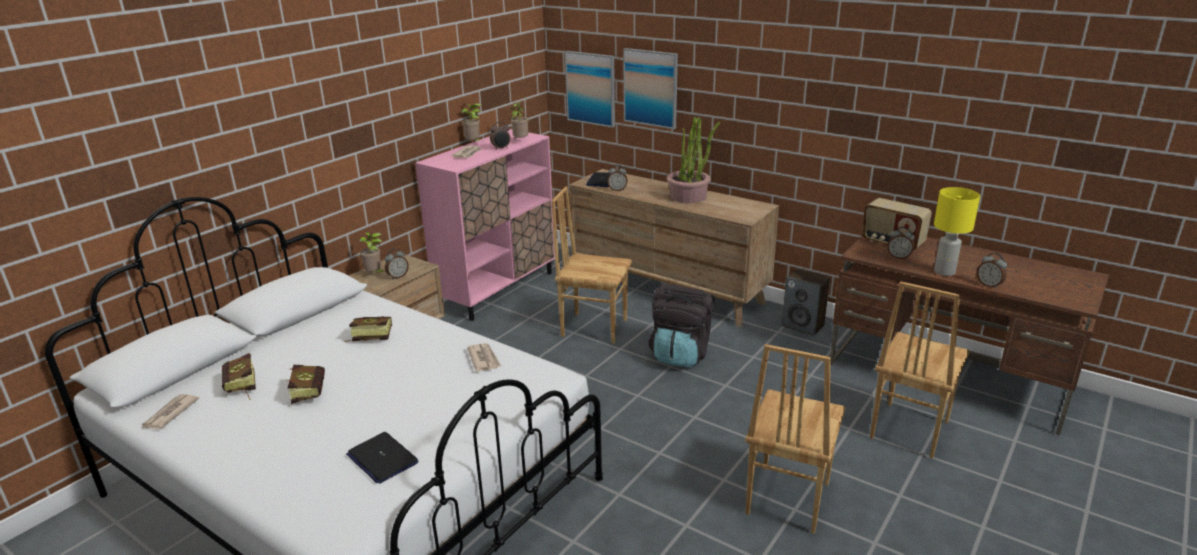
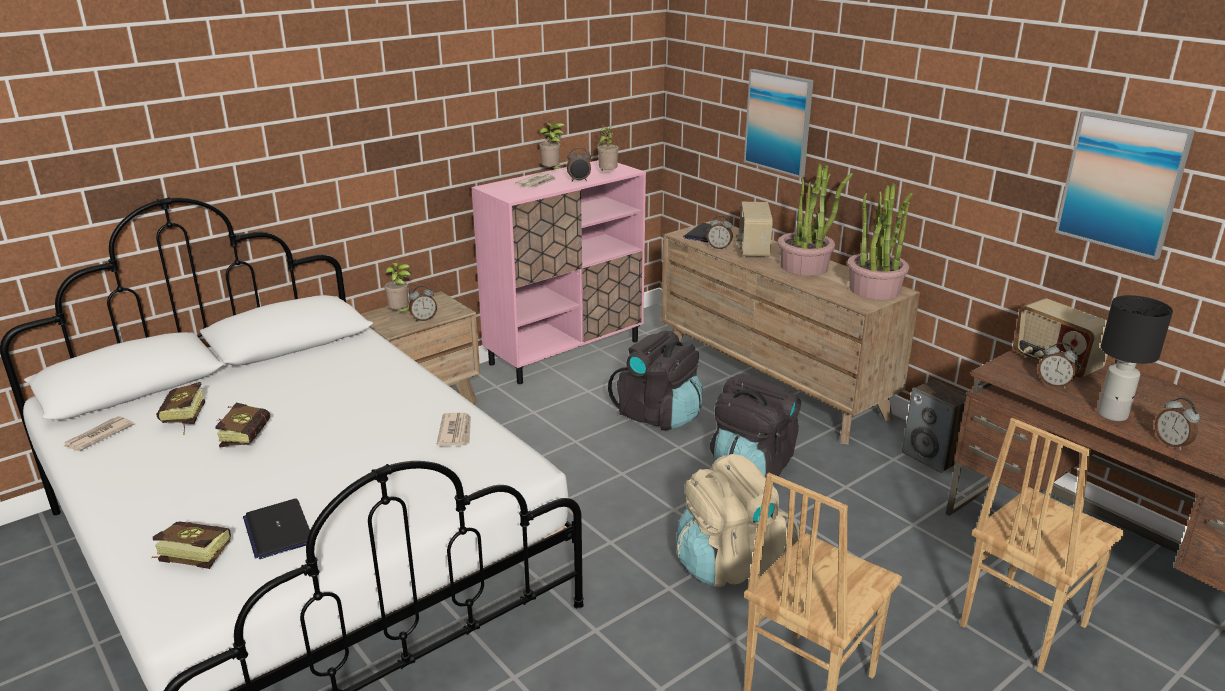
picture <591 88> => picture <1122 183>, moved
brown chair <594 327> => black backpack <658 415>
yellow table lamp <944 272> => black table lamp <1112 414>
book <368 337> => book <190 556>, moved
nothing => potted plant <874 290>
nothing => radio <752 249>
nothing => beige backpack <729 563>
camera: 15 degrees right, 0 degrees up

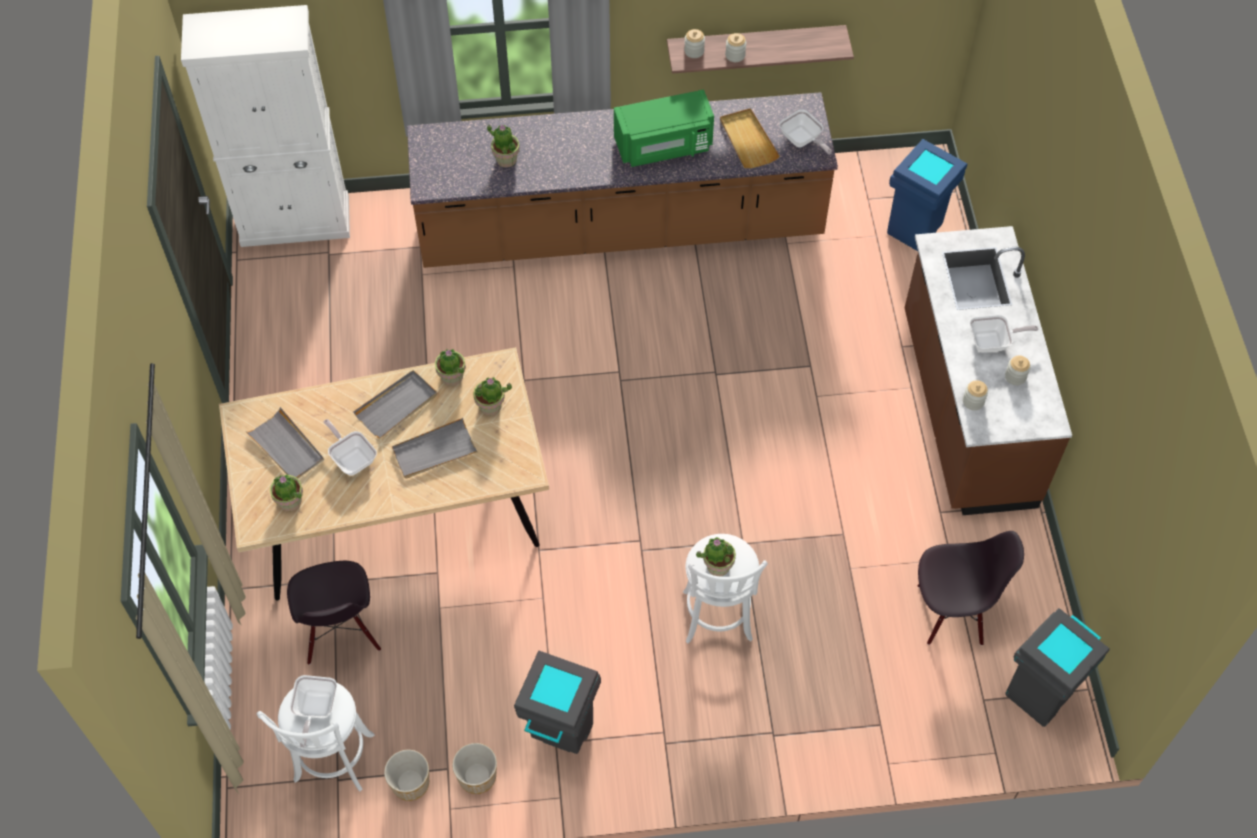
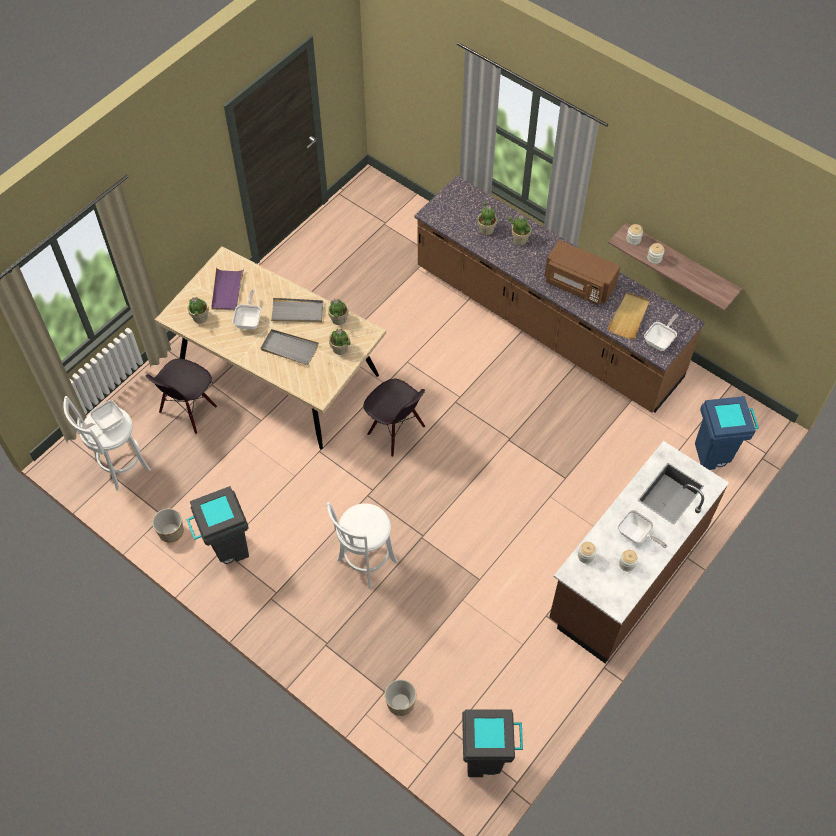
white cabinet <295 221> => nothing
green microwave <664 146> => brown microwave <578 285>
frying pan <802 141> => frying pan <660 340>, 150 degrees counterclockwise
grey tray <286 447> => purple tray <227 290>
black chair <950 613> => black chair <395 431>, moved
potted plant <717 566> => potted plant <520 239>, moved
planter <410 782> => planter <400 702>, moved
camera: 45 degrees right, 0 degrees up

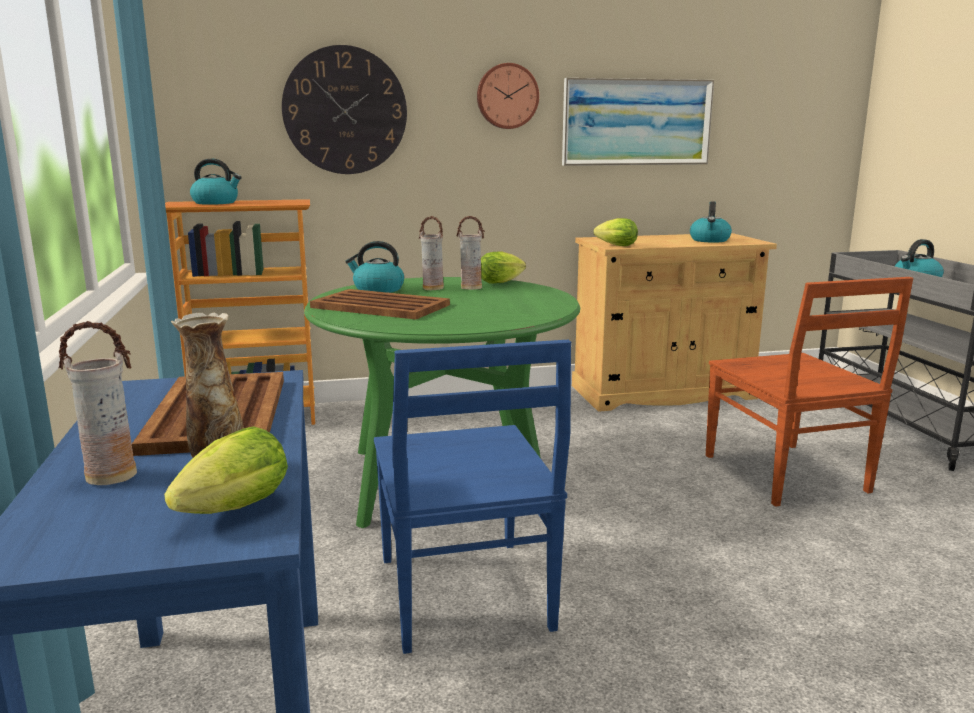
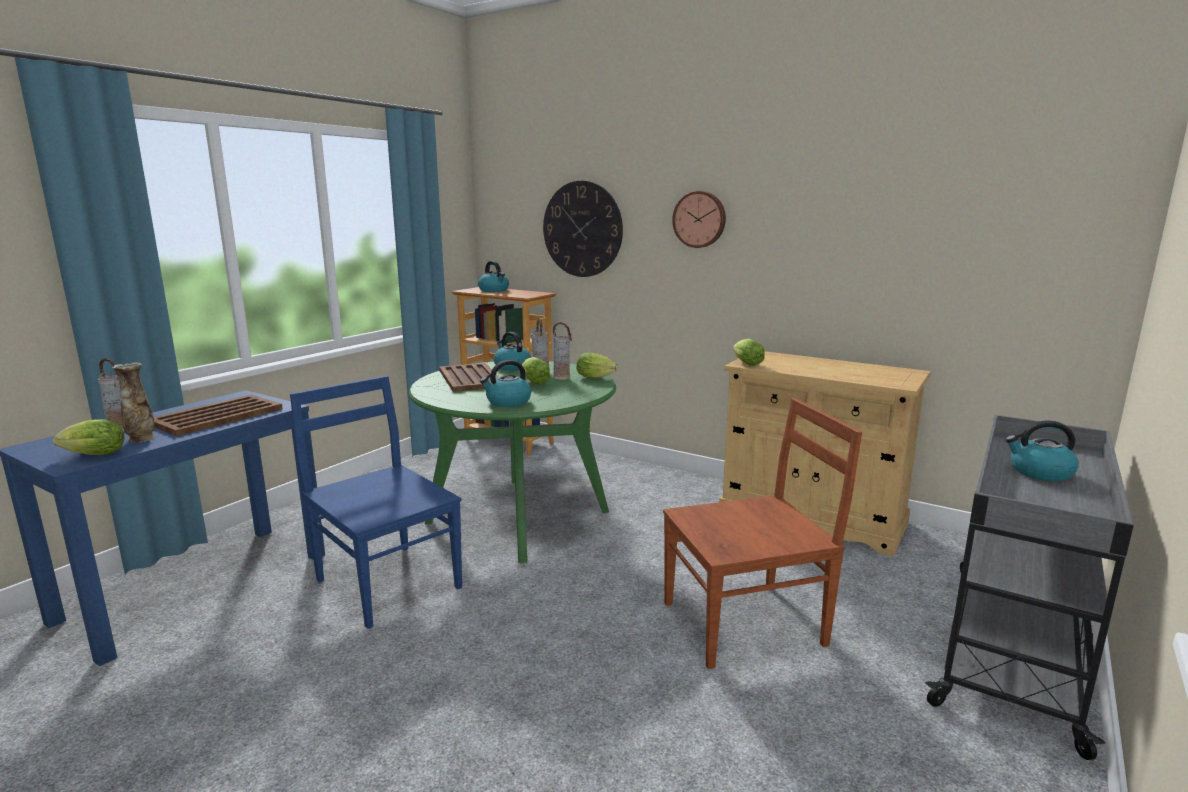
picture <636 122> => nothing
kettle <710 240> => kettle <508 402>, moved
brown chair <786 475> => brown chair <747 623>, 135 degrees counterclockwise
blue chair <464 595> => blue chair <387 582>, 105 degrees clockwise
nothing => lettuce <533 382>
camera: 45 degrees right, 0 degrees up

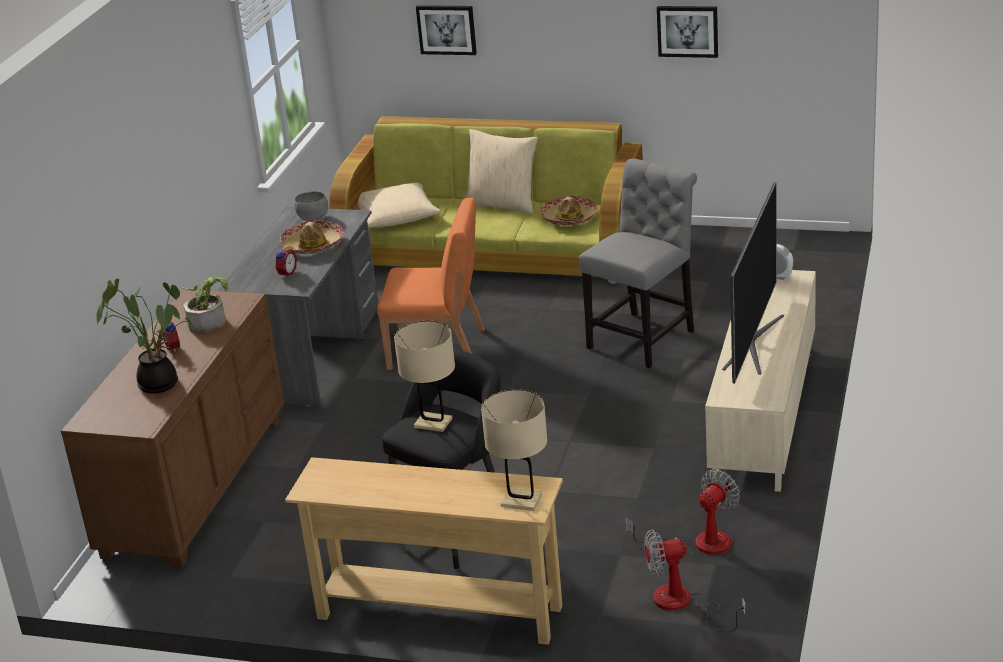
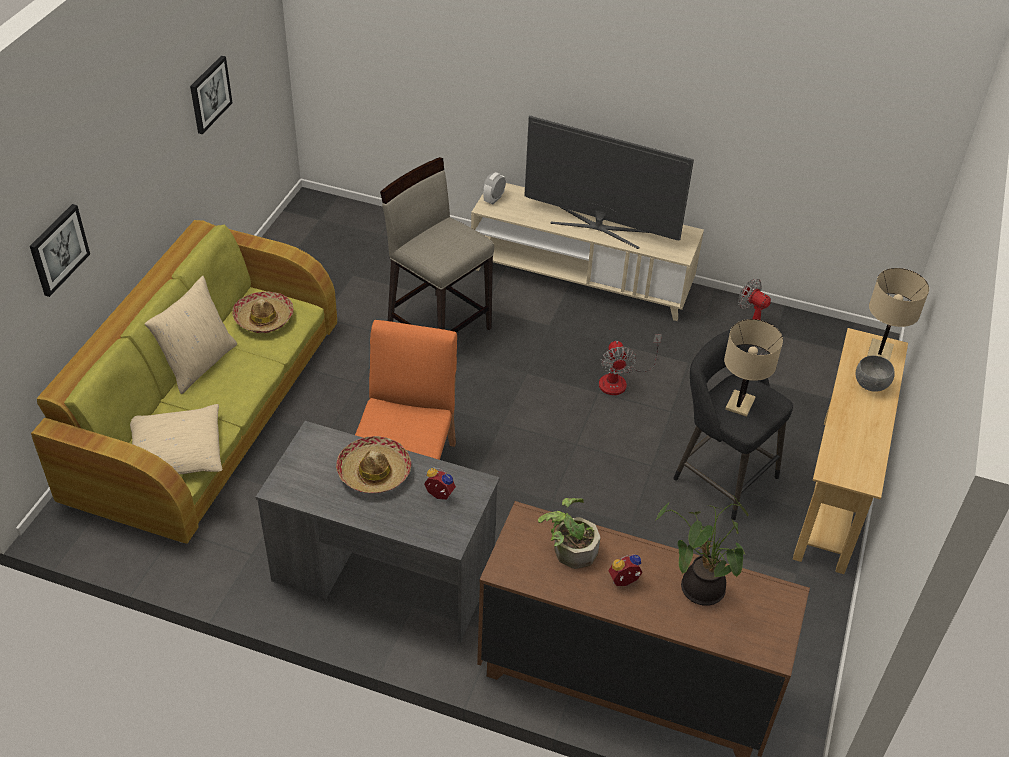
grey chair <644 337> => beige stool <439 326>
grey bowl <312 219> => grey bowl <871 385>, moved
fan <683 604> => fan <620 380>, moved
camera: 90 degrees left, 15 degrees up

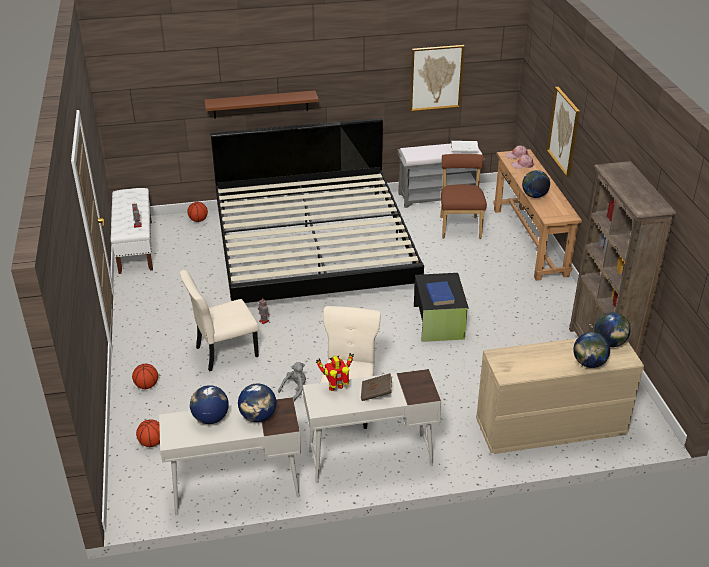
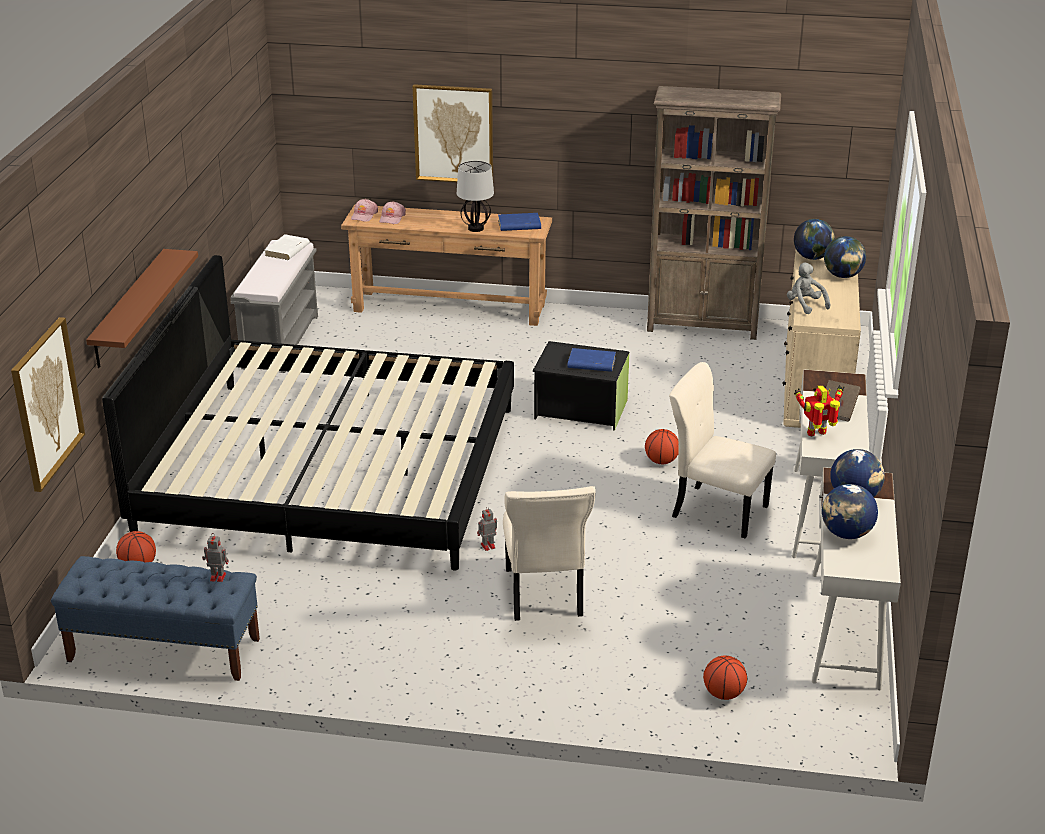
picture <436 78> => picture <46 403>, moved
brown chair <460 226> => nothing
globe <534 196> => table lamp <475 229>
white bench <135 246> => blue bench <163 650>
toy robot <336 388> => toy robot <817 434>, 75 degrees clockwise
grey plush toy <295 389> => grey plush toy <805 305>, moved
basketball <147 385> => basketball <661 461>, moved
nothing => blue book <519 225>
camera: 70 degrees left, 5 degrees down

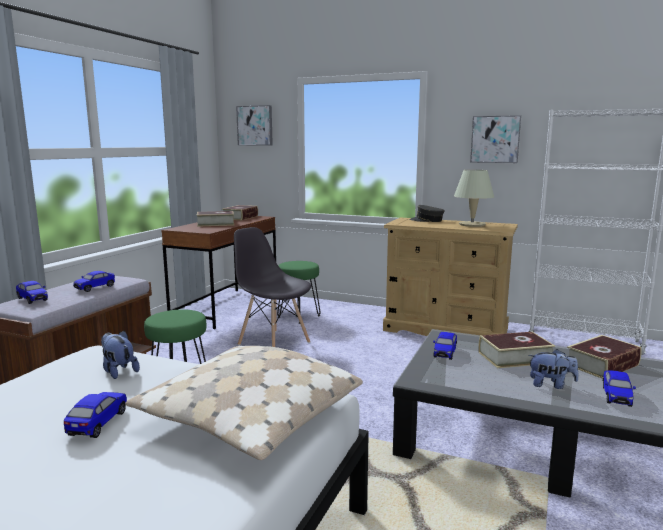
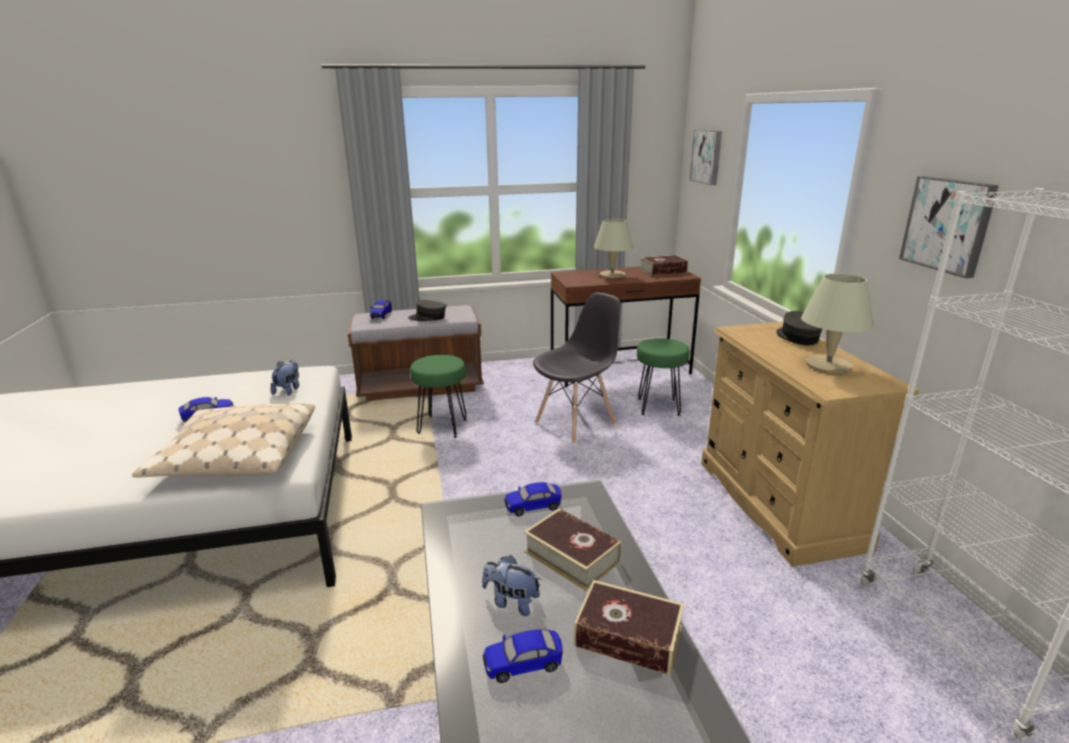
book <215 224> => beige table lamp <612 275>
grey chair <273 343> => grey chair <576 423>, 45 degrees clockwise
toy car <95 288> => grey cap <428 317>
plush toy <551 385> => plush toy <511 602>, 135 degrees clockwise
camera: 55 degrees right, 10 degrees up

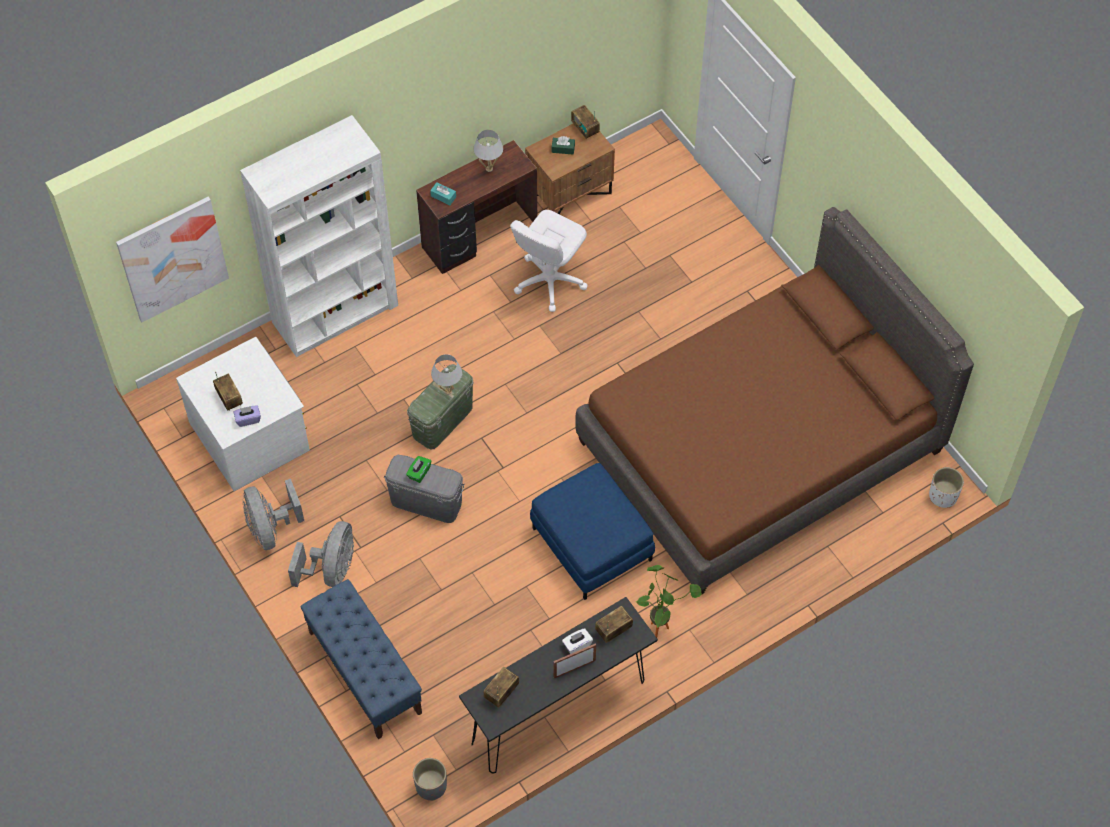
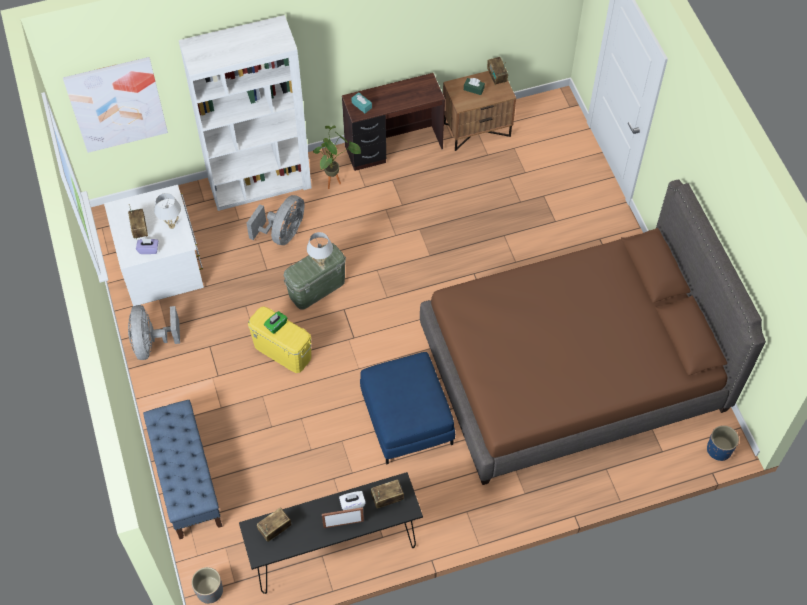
white table lamp <489 169> => white table lamp <172 226>, moved
white office chair <549 281> => nothing
grey storage box <426 502> => yellow storage box <283 351>
white planter <943 496> => blue planter <719 449>
grey fan <331 569> => grey fan <283 233>, moved
potted plant <661 626> => potted plant <335 181>, moved
camera: 15 degrees right, 0 degrees up

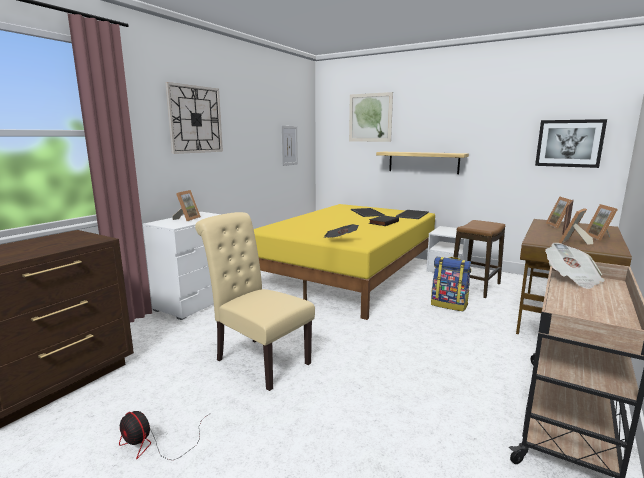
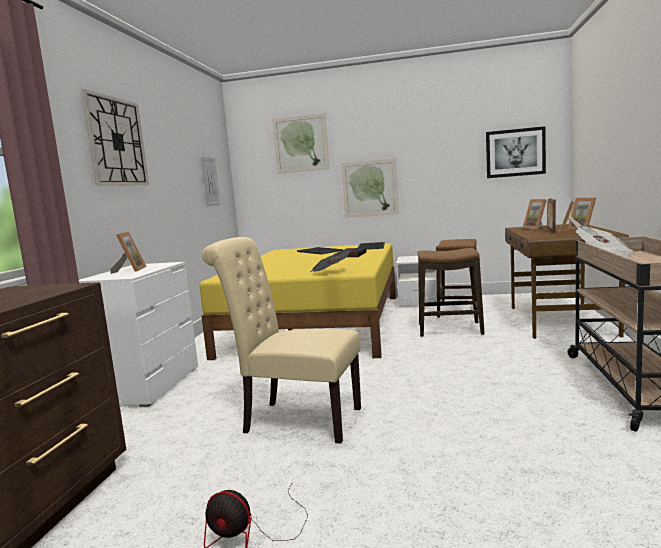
shelf <423 162> => picture <370 188>
backpack <449 305> => stool <450 329>
camera: 20 degrees left, 5 degrees down

